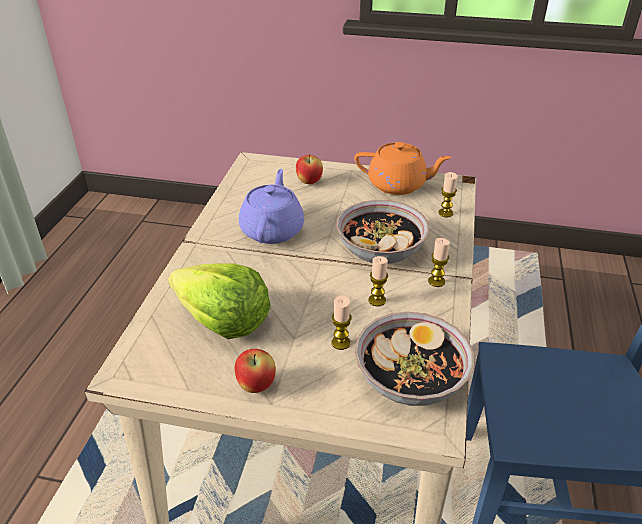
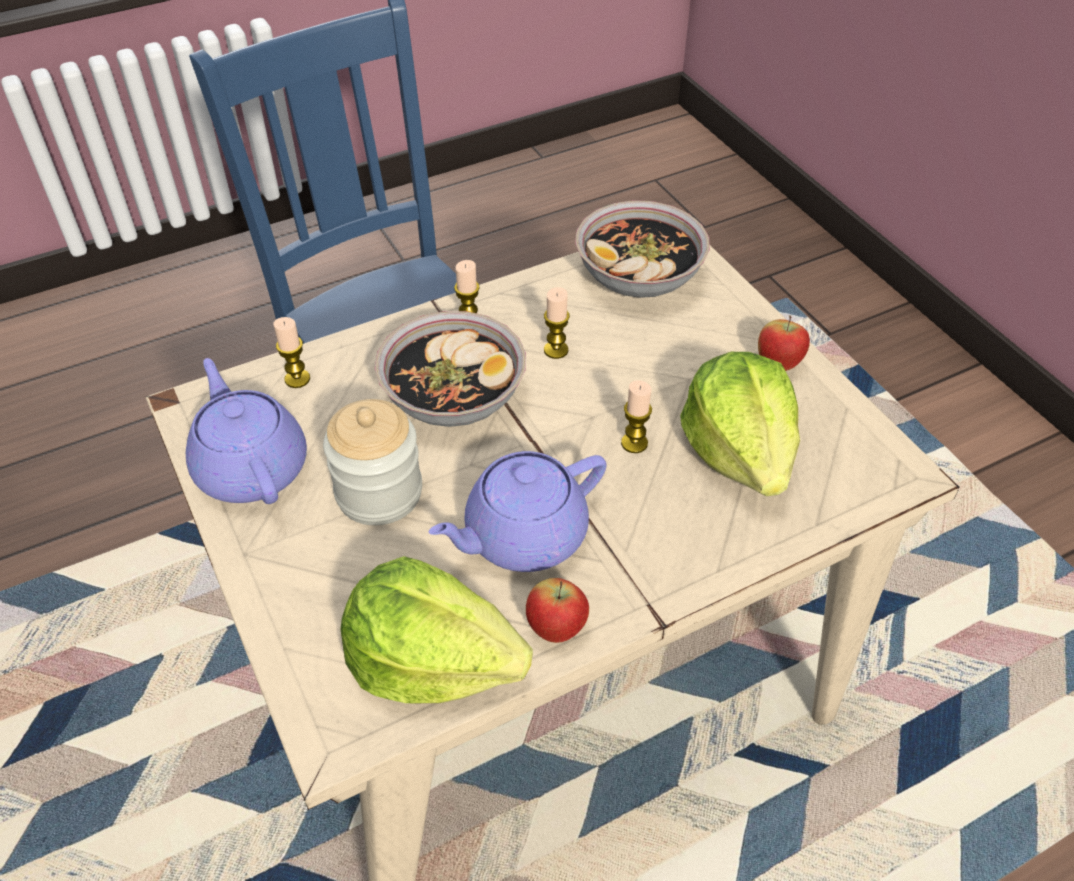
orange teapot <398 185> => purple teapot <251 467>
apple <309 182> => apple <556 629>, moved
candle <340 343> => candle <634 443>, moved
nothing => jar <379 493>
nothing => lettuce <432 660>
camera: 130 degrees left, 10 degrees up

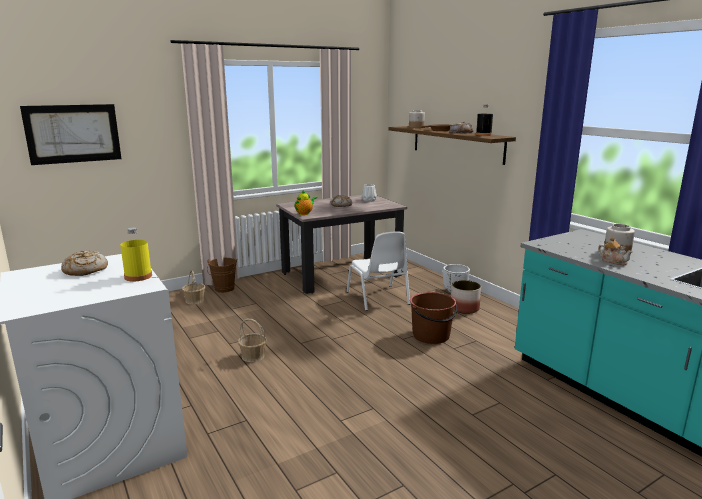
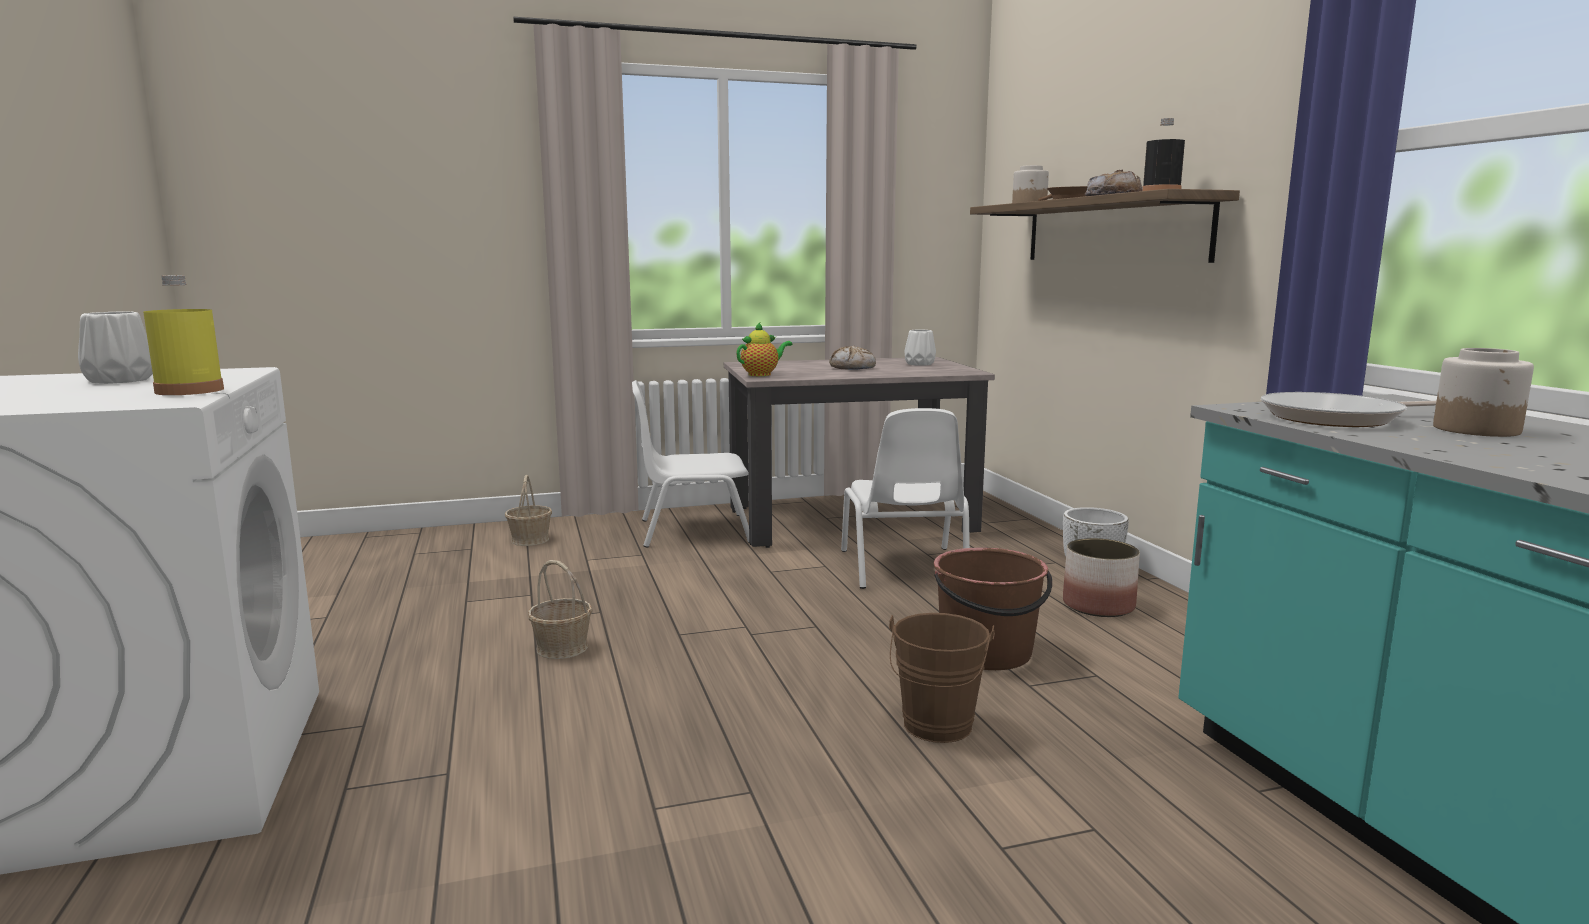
picture <73 133> => nothing
teapot <613 261> => nothing
bread <85 270> => white vase <118 380>
brown bucket <224 289> => brown bucket <936 729>, moved
nothing => white chair <692 531>
nothing => frying pan <1338 418>
camera: 15 degrees right, 5 degrees down

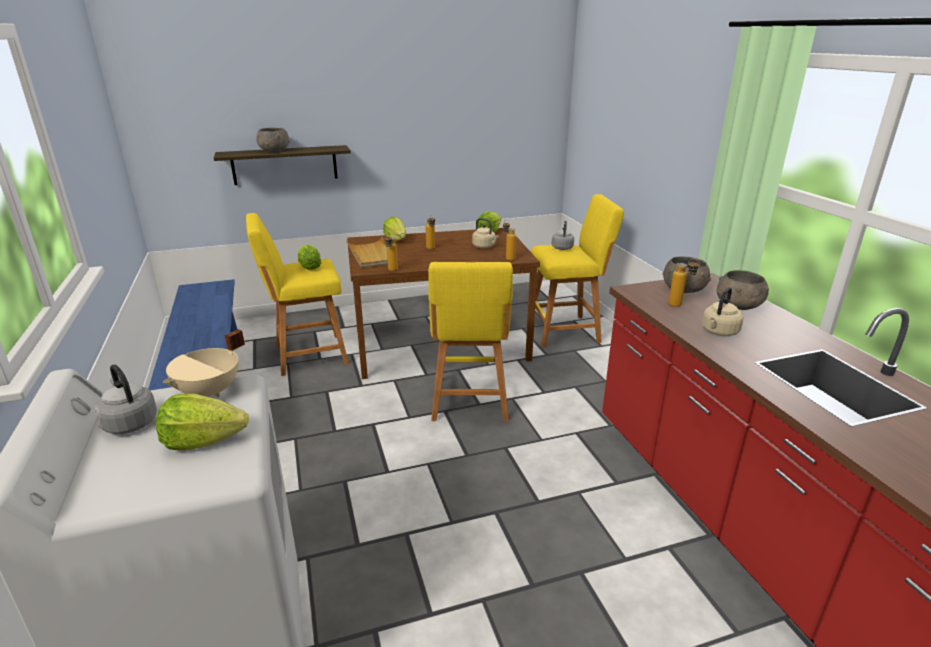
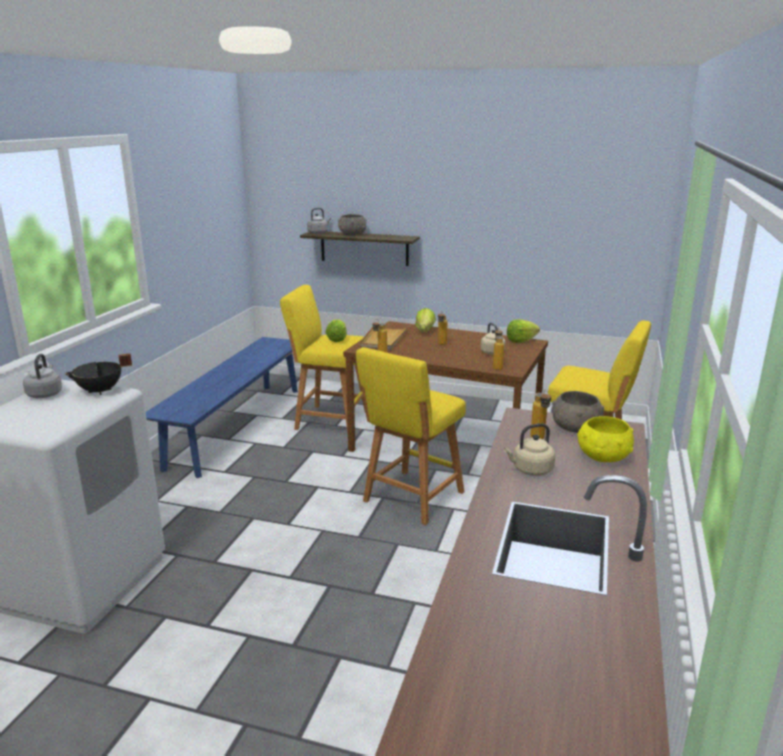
grey kettle <562 247> => grey kettle <318 233>, moved
grey bowl <738 306> => yellow bowl <602 457>
beige cooking pot <210 392> => black cooking pot <100 391>
lettuce <203 441> => nothing
camera: 35 degrees right, 5 degrees down

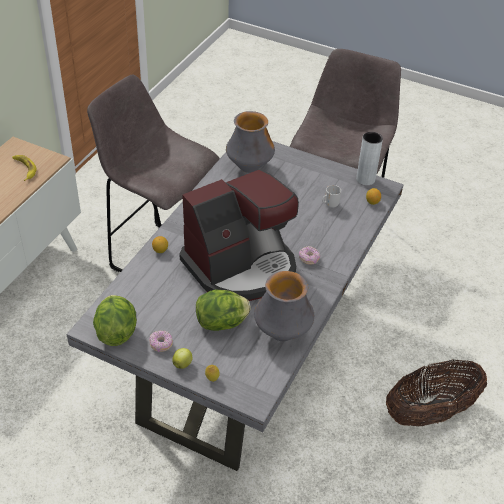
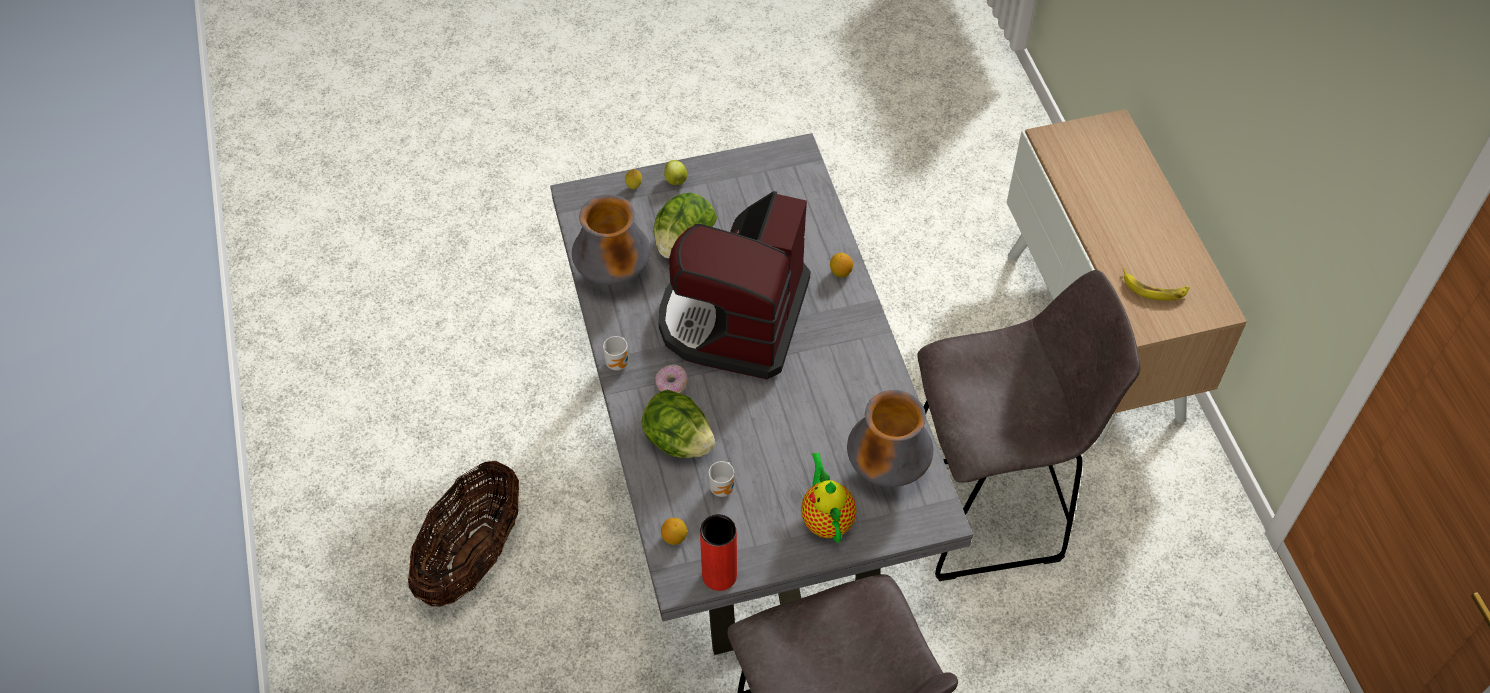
grey vase <365 179> => red vase <719 575>
lettuce <116 331> => lettuce <678 441>, moved
donut <161 344> => nothing
nothing => mug <619 363>
nothing => teapot <826 518>
camera: 140 degrees right, 10 degrees up

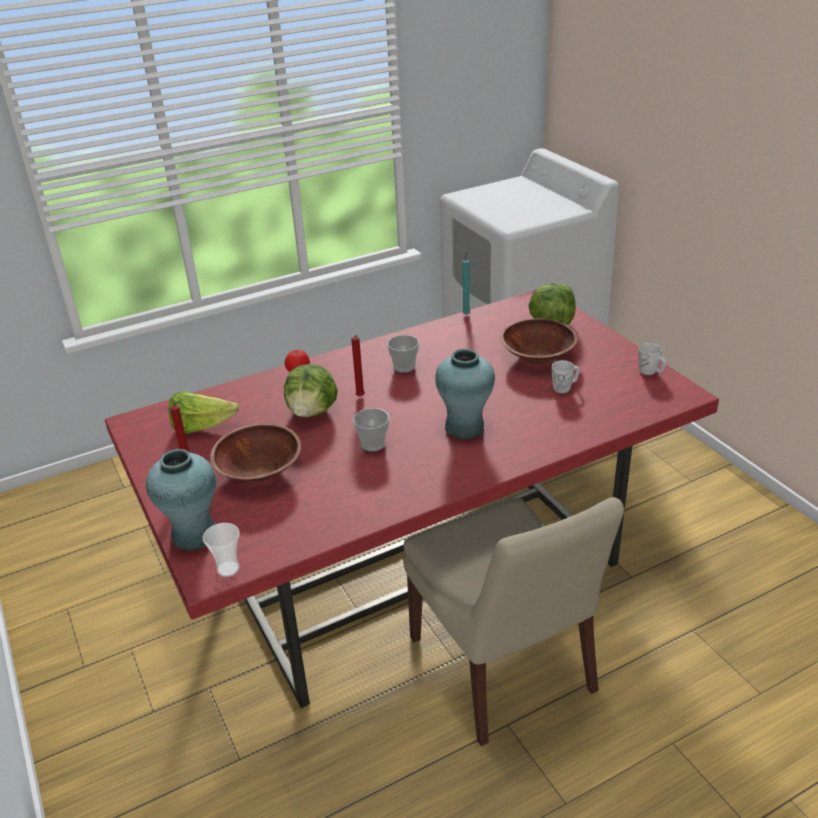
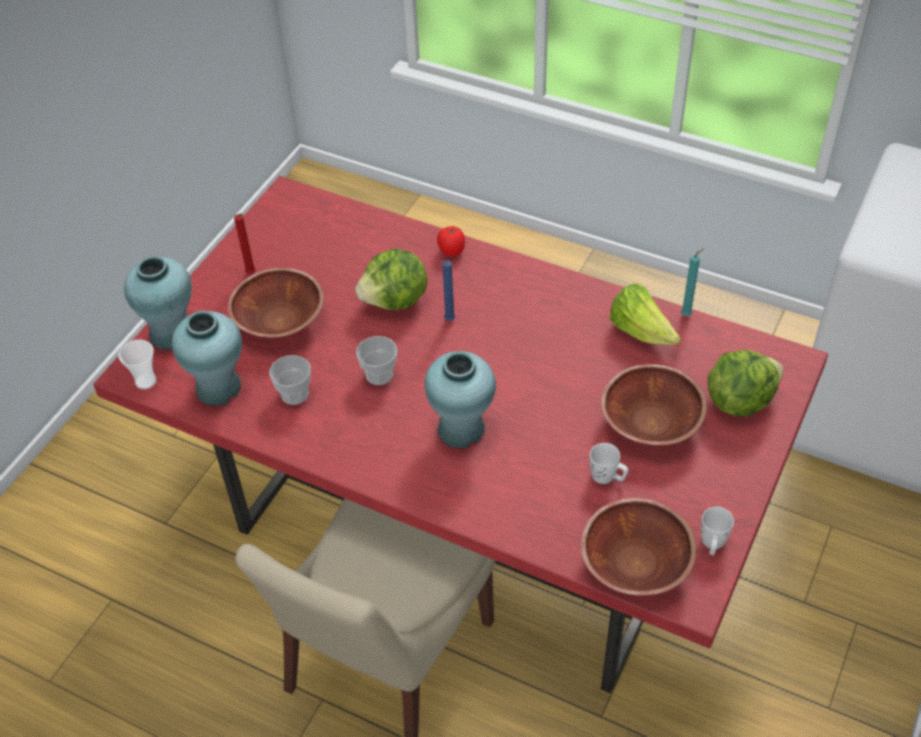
red candle <360 397> => blue candle <448 321>
cup <404 367> => cup <294 394>, moved
lettuce <201 427> => lettuce <641 332>, moved
nothing => turquoise vase <219 388>
nothing => brown bowl <635 563>
camera: 55 degrees right, 15 degrees up

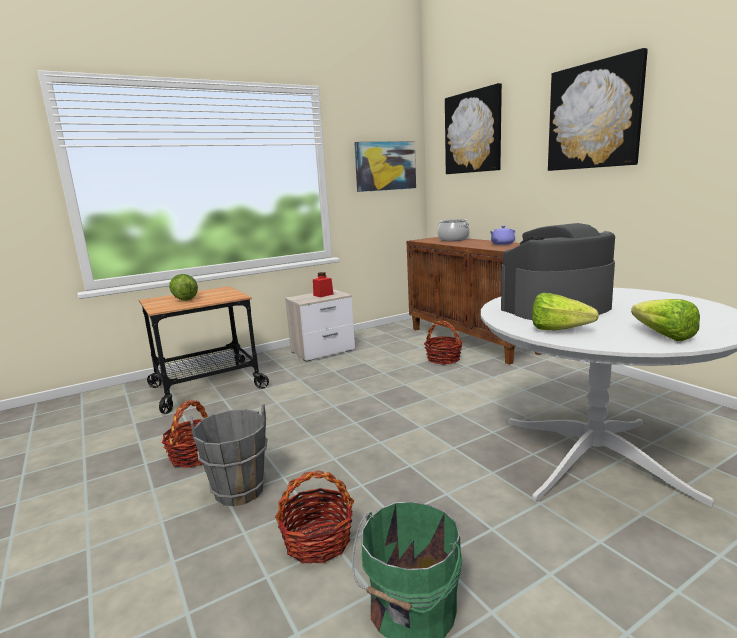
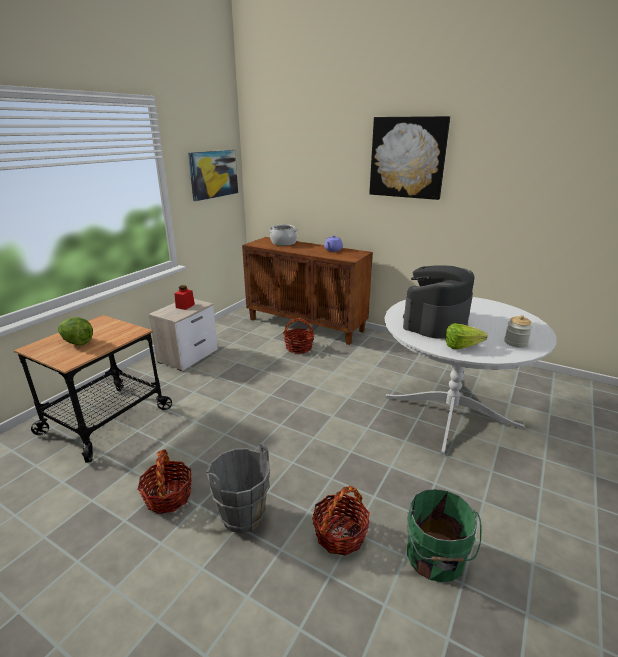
picture <473 132> => nothing
lettuce <659 334> => jar <515 342>
camera: 30 degrees left, 10 degrees up

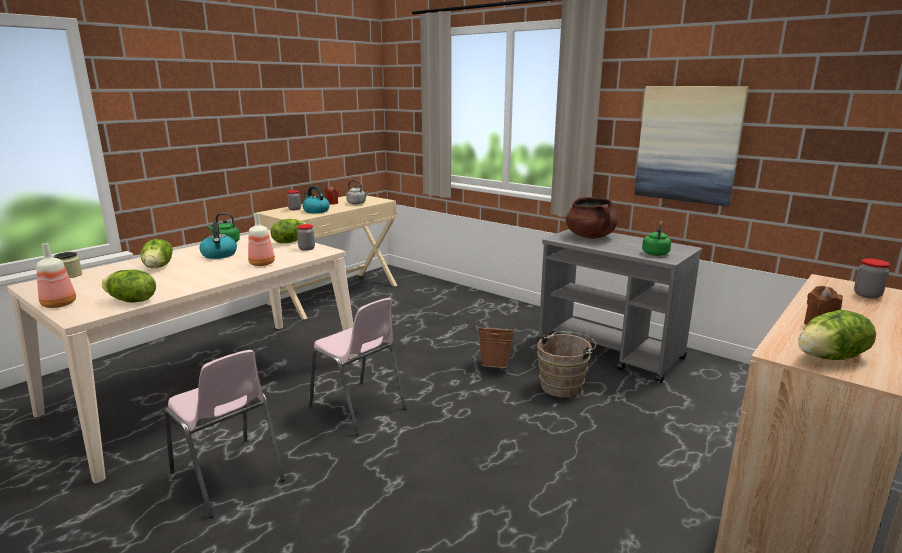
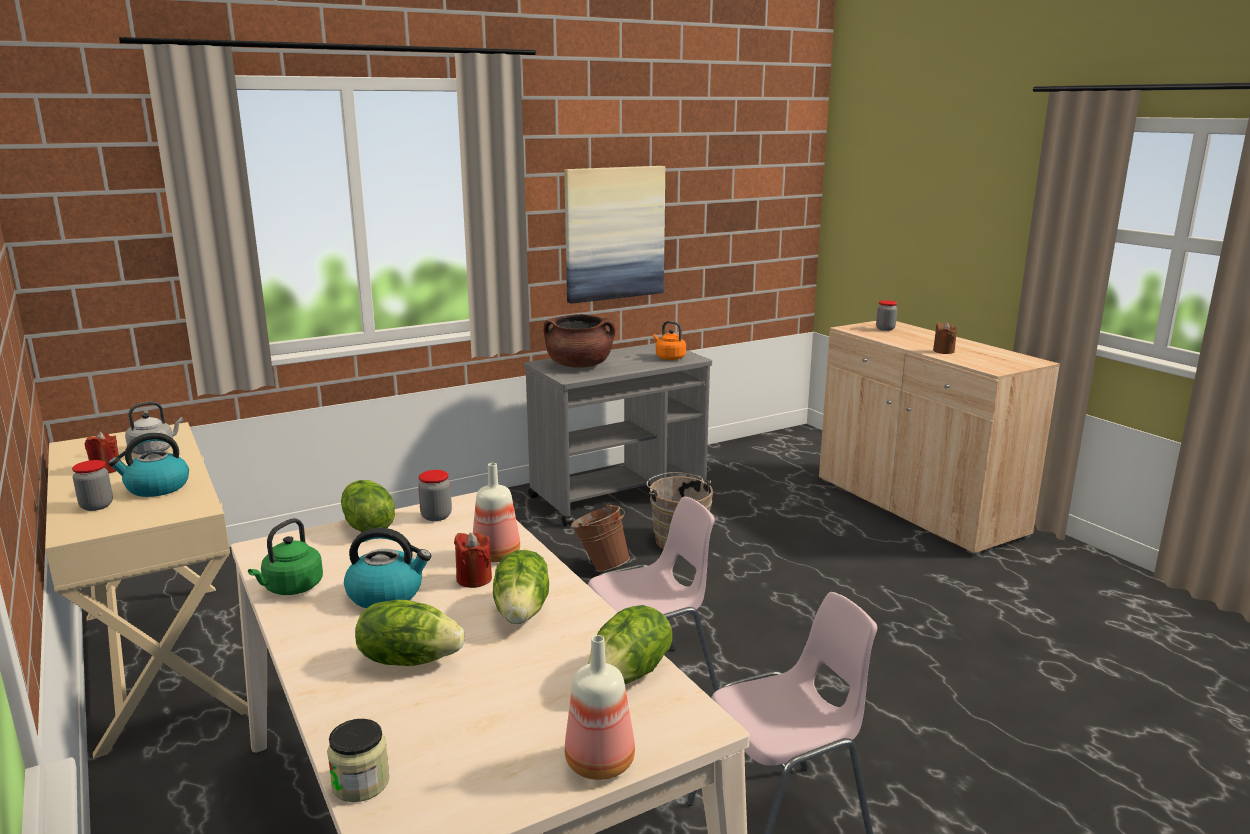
green kettle <655 253> => orange kettle <669 358>
lettuce <831 357> => lettuce <523 612>, moved
nothing => red candle <474 579>
camera: 70 degrees left, 0 degrees up

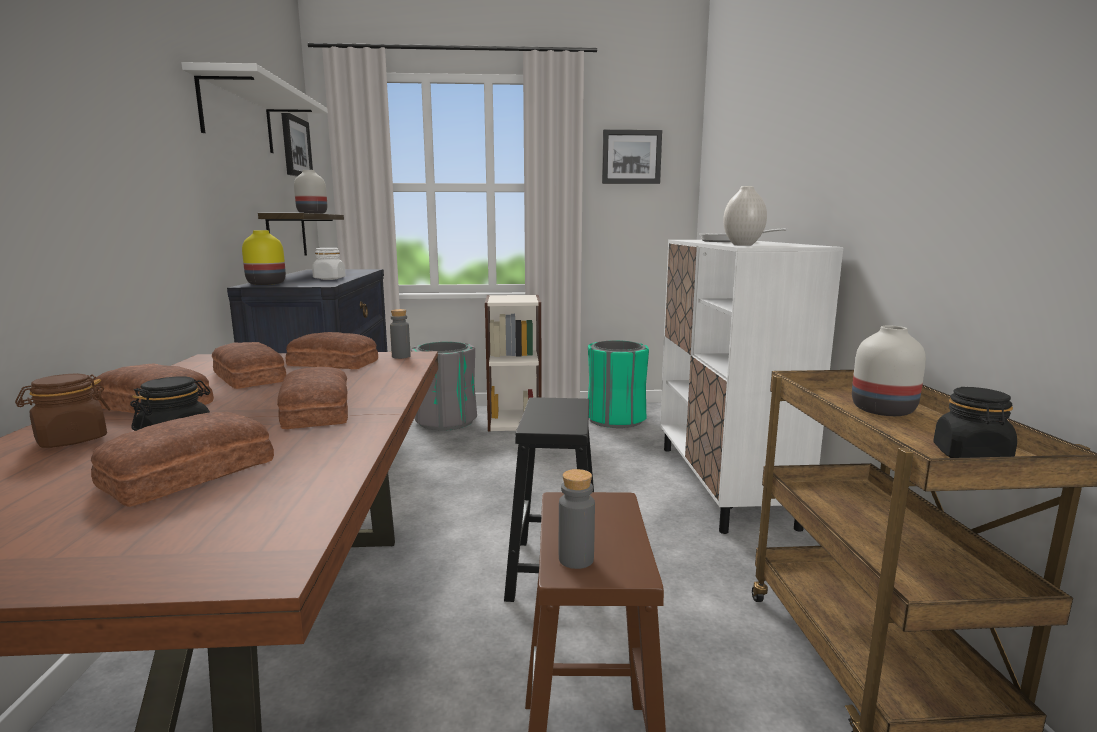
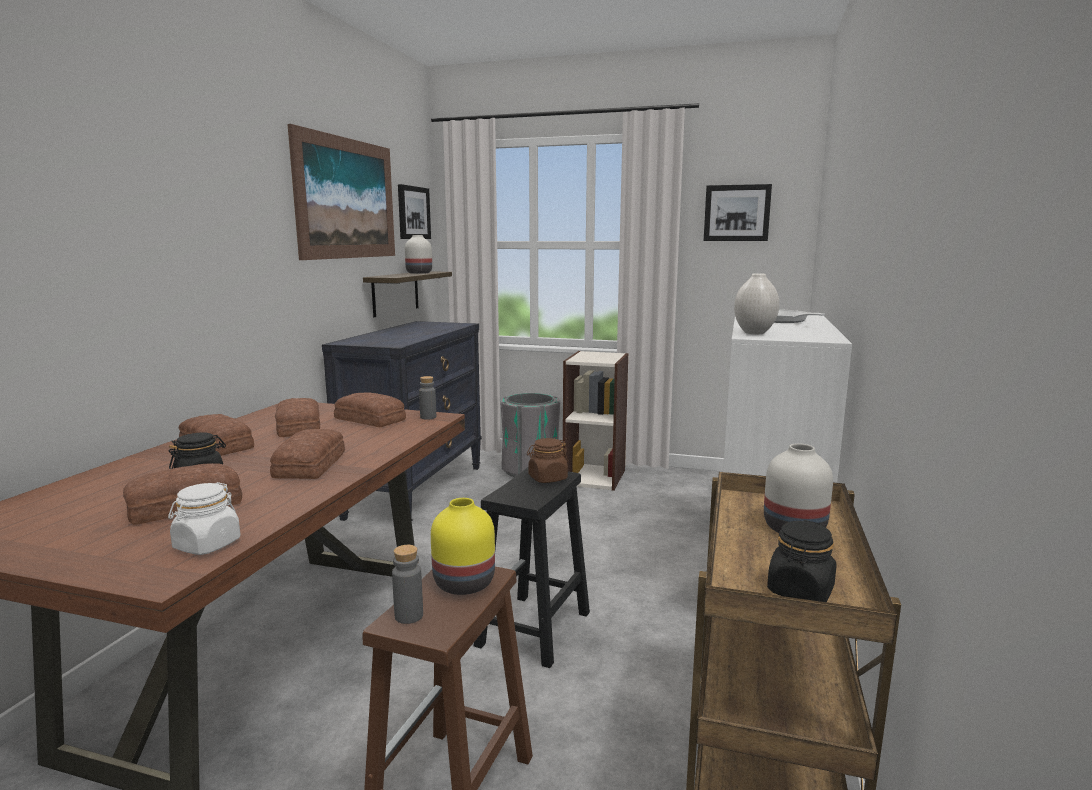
white shelf <238 116> => picture <347 199>
yellow vase <265 283> => yellow vase <462 583>, moved
white jar <329 279> => white jar <207 545>, moved
green trash can <616 419> => nothing
brown jar <71 440> => brown jar <547 478>, moved
camera: 20 degrees right, 0 degrees up

